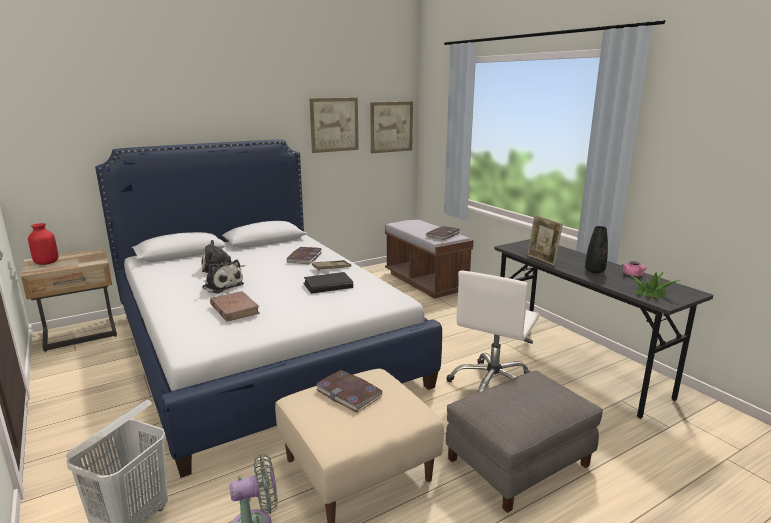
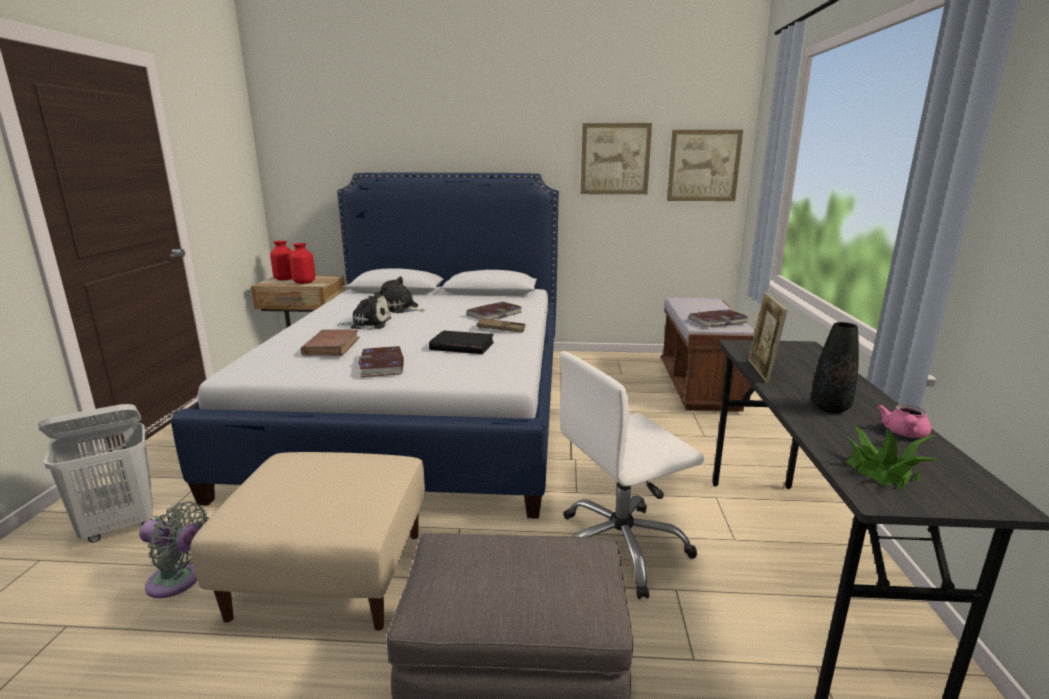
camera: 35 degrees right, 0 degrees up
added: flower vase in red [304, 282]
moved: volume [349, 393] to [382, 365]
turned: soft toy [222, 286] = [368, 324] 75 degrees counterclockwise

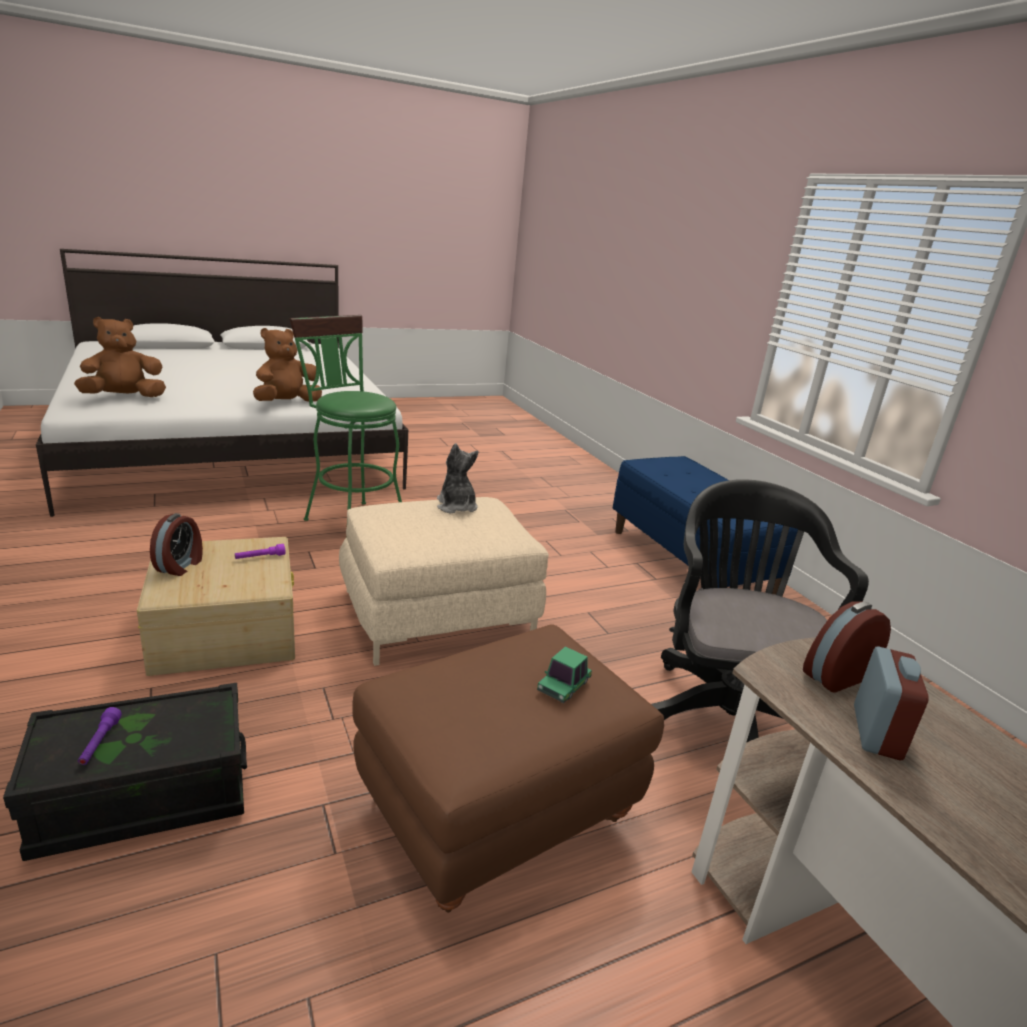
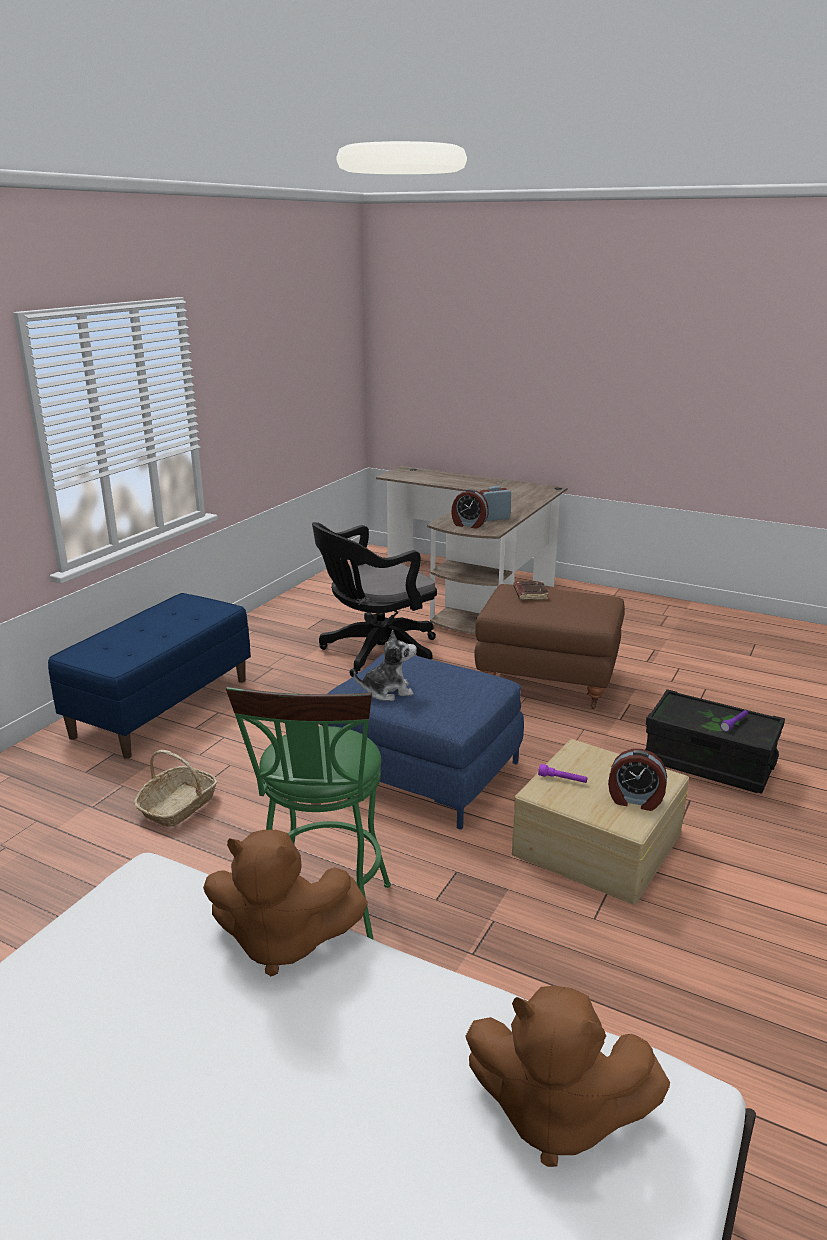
camera: 125 degrees left, 0 degrees up
added: household basket [178, 806]
replaced: toy car [564, 686] to volume in brown-coloured [529, 593]
recoloured: footrest in beige [437, 614] to footrest in blue [423, 771]
turned: alarm clock [180, 566] = [635, 800] 135 degrees counterclockwise; soft toy [456, 506] = [387, 691] 135 degrees counterclockwise

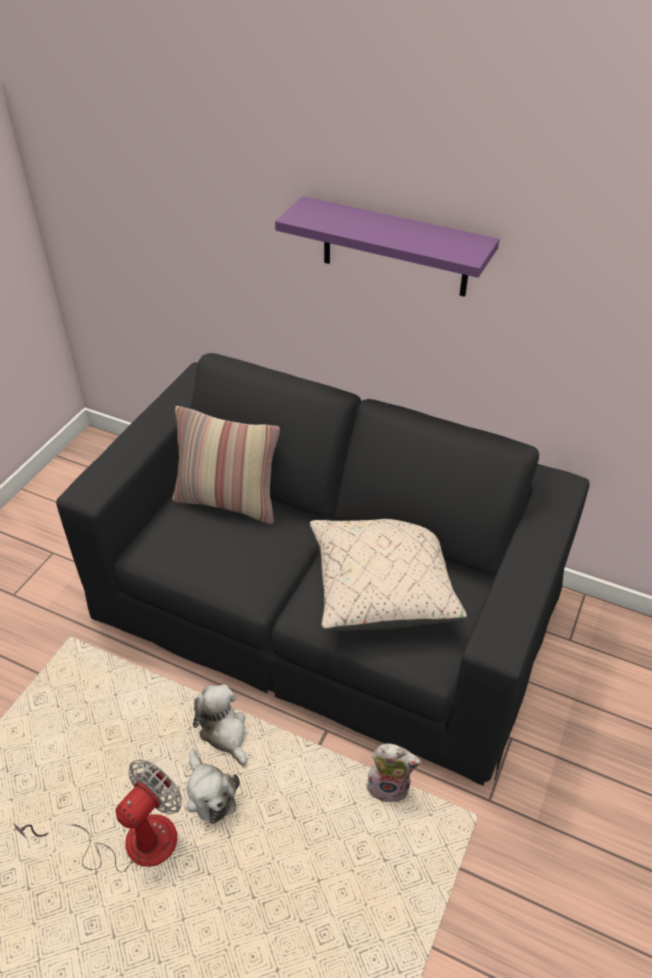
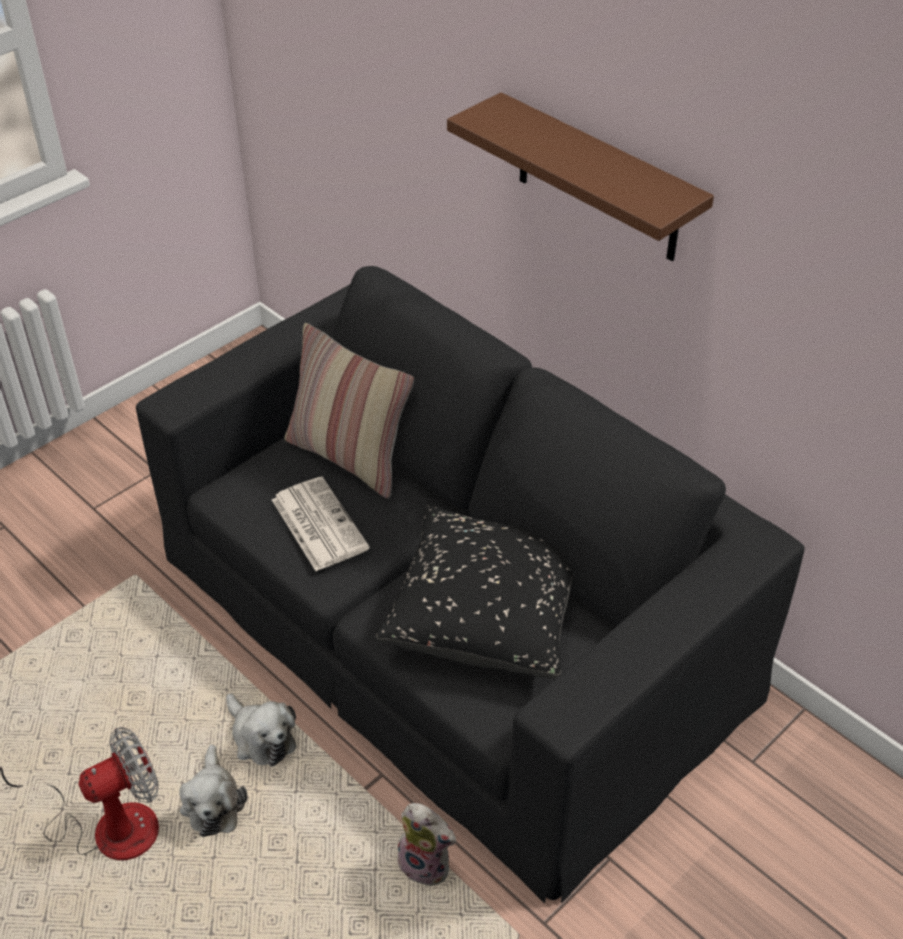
camera: 20 degrees right, 0 degrees up
added: printed paper [318, 523]
recoloured: shelf in purplish [395, 248] to shelf in brown-coloured [598, 180]; cushion in beige [383, 586] to cushion in black [487, 611]
turned: soft toy [224, 732] = [261, 738] 150 degrees clockwise

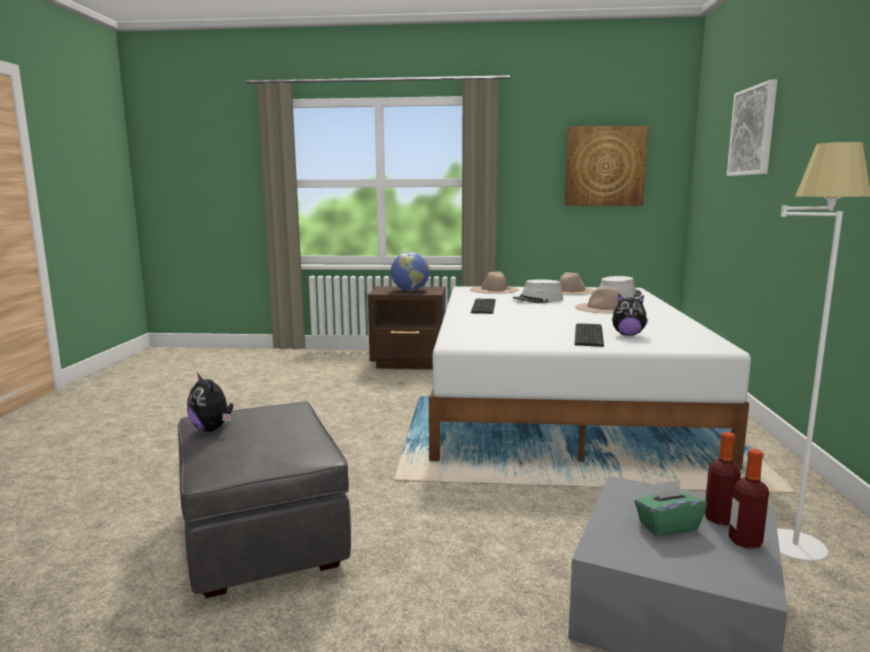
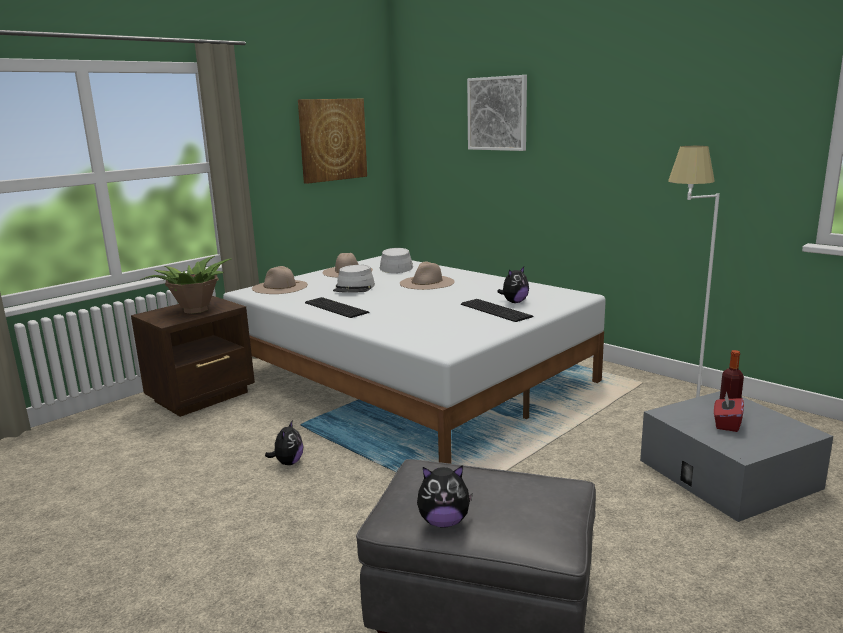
camera: 50 degrees left, 5 degrees up
removed: drink bottle [745, 541]
added: soft toy [288, 463]
replaced: desk globe [410, 290] to potted plant [194, 310]
recoloured: box of tissues in greenish [667, 526] to box of tissues in red [726, 424]

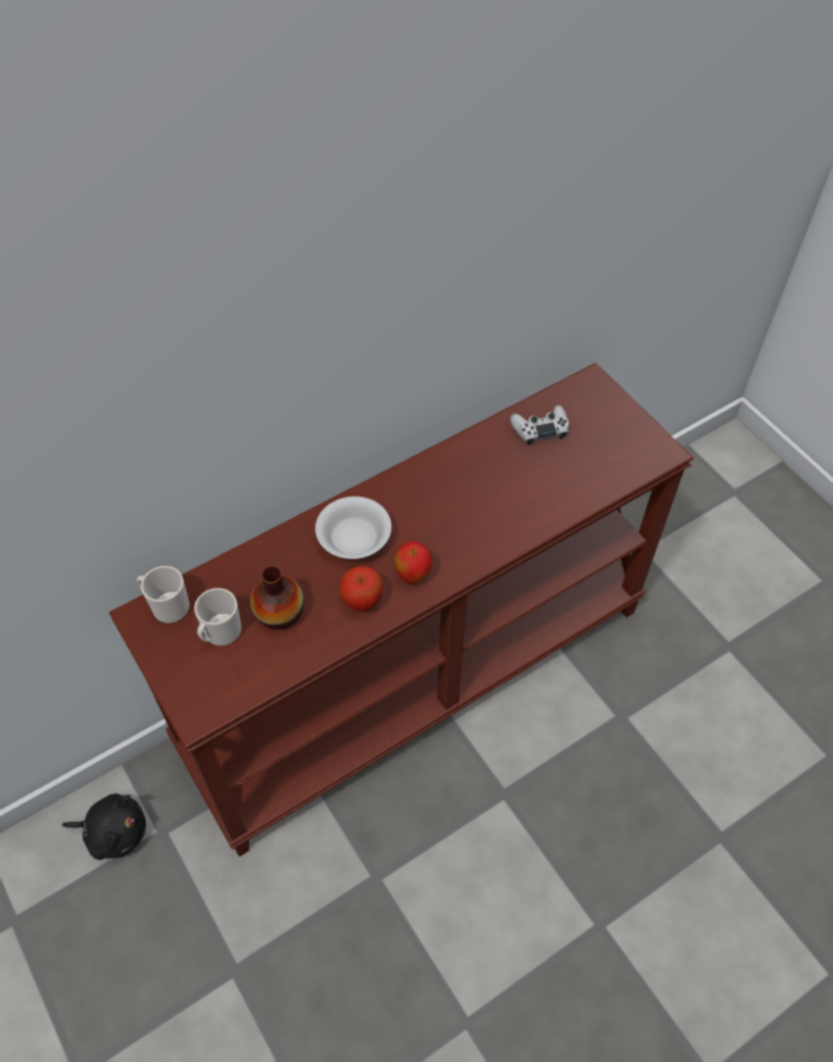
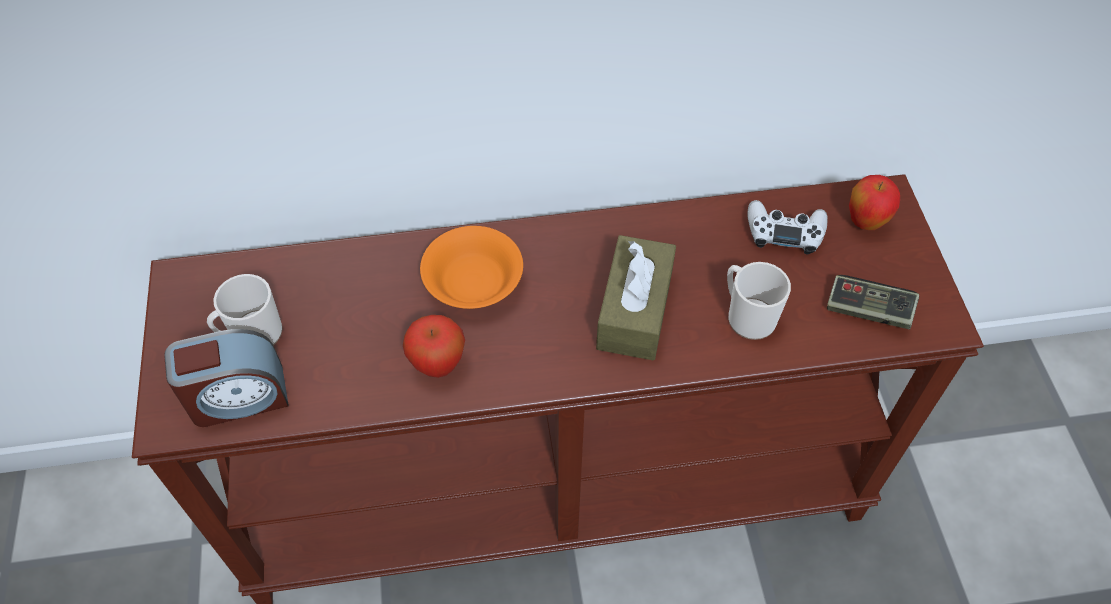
camera: 25 degrees right, 0 degrees up
removed: soft toy in black [114, 832]; flower vase [279, 612]
added: alarm clock [238, 397]; box of tissues in brown-coloured [634, 310]; game controller [868, 310]
moved: mug [167, 606] to [747, 316]; whole apple [413, 576] to [865, 222]
recoloured: deep dish in whitish [353, 539] to deep dish in orange [472, 282]

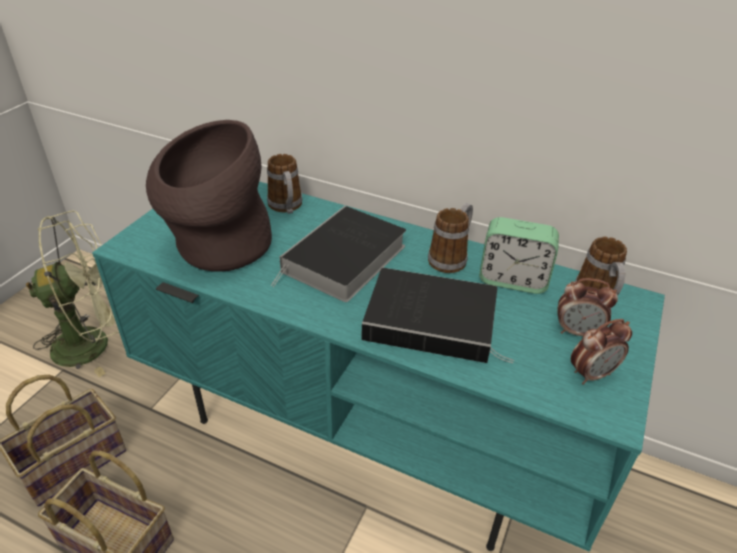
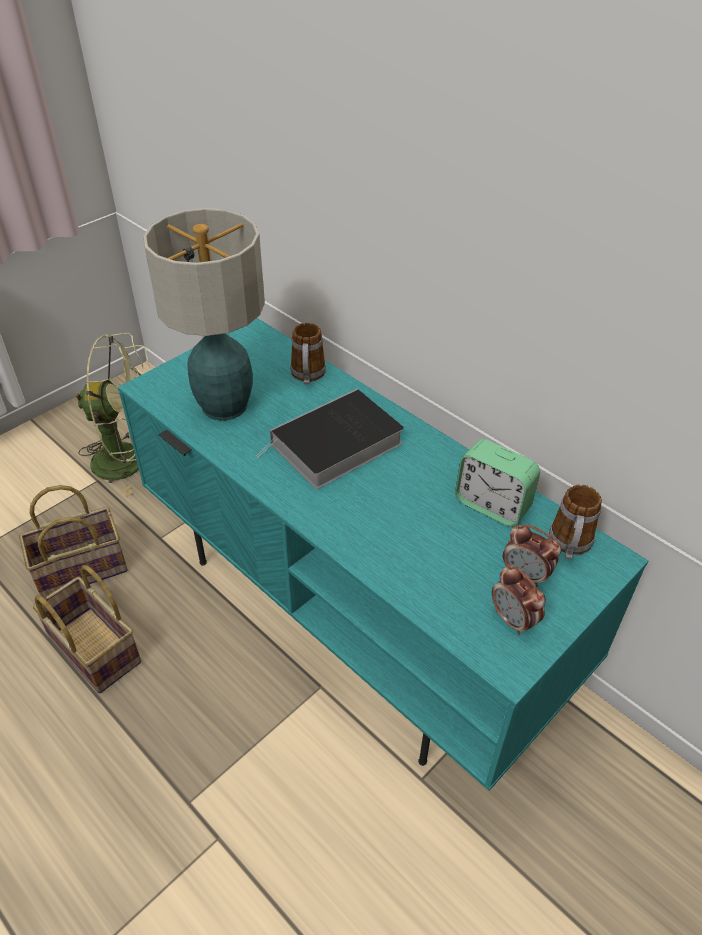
camera: 20 degrees right, 5 degrees up
removed: volume [434, 321]; mug [451, 257]
replaced: flower vase in brown-coloured [216, 248] to lamp for a table [224, 406]
turned: alarm clock [592, 374] = [513, 620] 60 degrees clockwise

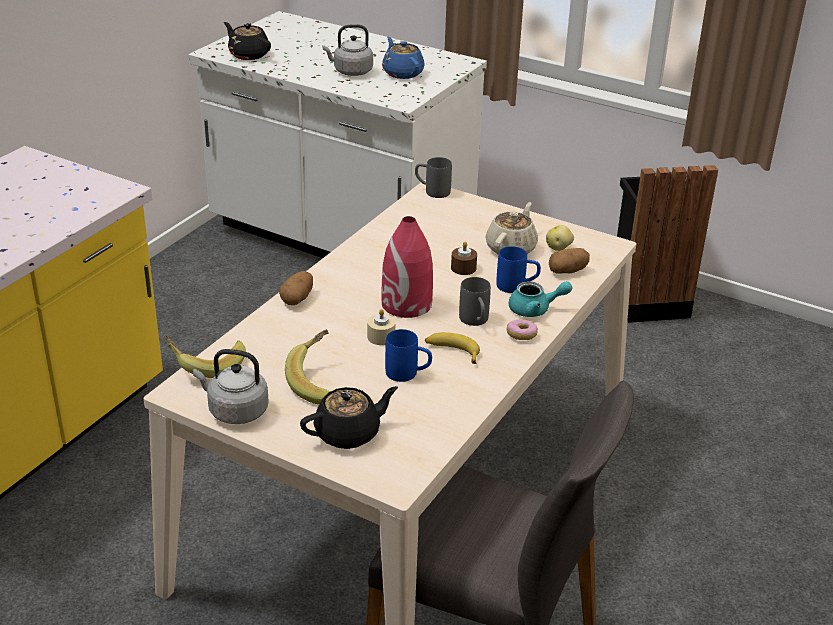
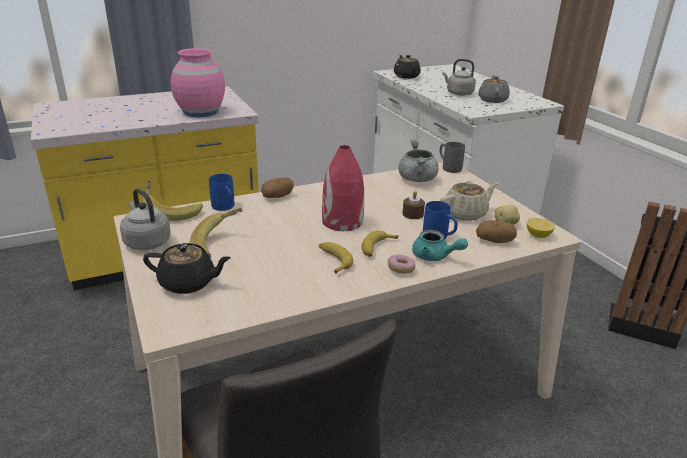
camera: 35 degrees right, 5 degrees down
removed: wax candle in beige [381, 337]
added: flower vase in pink-coloured [200, 112]; stockpot in gray [417, 180]; lemon [538, 235]
moved: mug in blue [408, 374] to [225, 208]
replaced: mug in gray [475, 322] to banana [377, 248]
recoloured: pot for tea in blue [402, 73] to pot for tea in gray [492, 100]

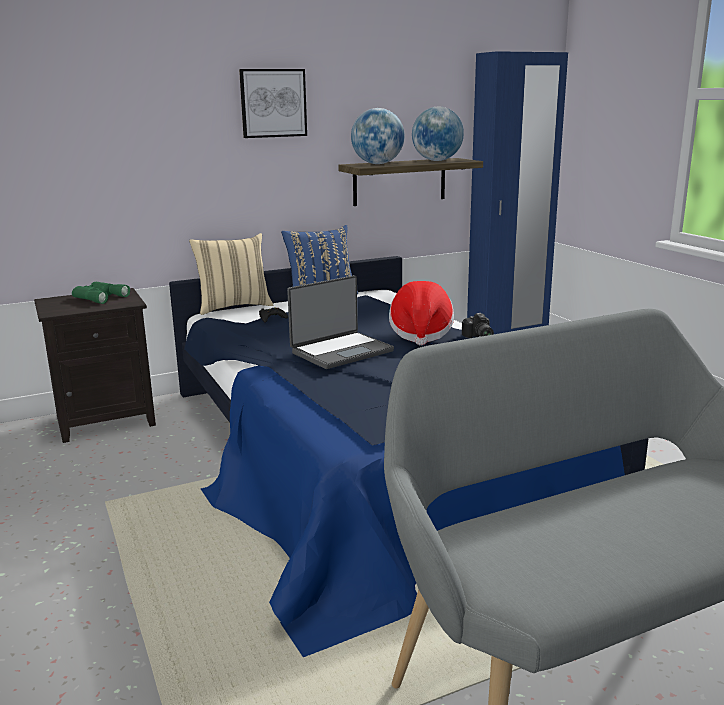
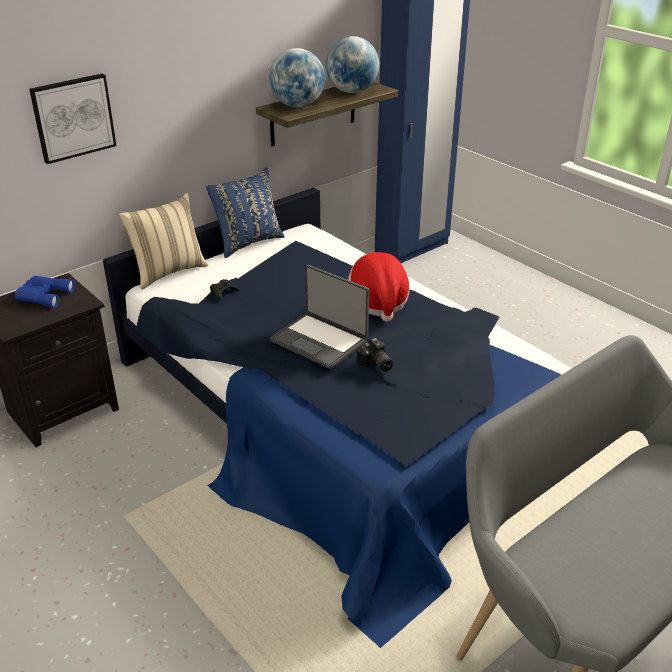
camera: 15 degrees left, 15 degrees up
moved: wall art [273, 103] to [73, 117]; still camera [478, 337] to [375, 364]
recoloured: binoculars in greenish [99, 297] to binoculars in blue [43, 295]
turned: portable computer [341, 351] = [320, 341] 90 degrees clockwise

